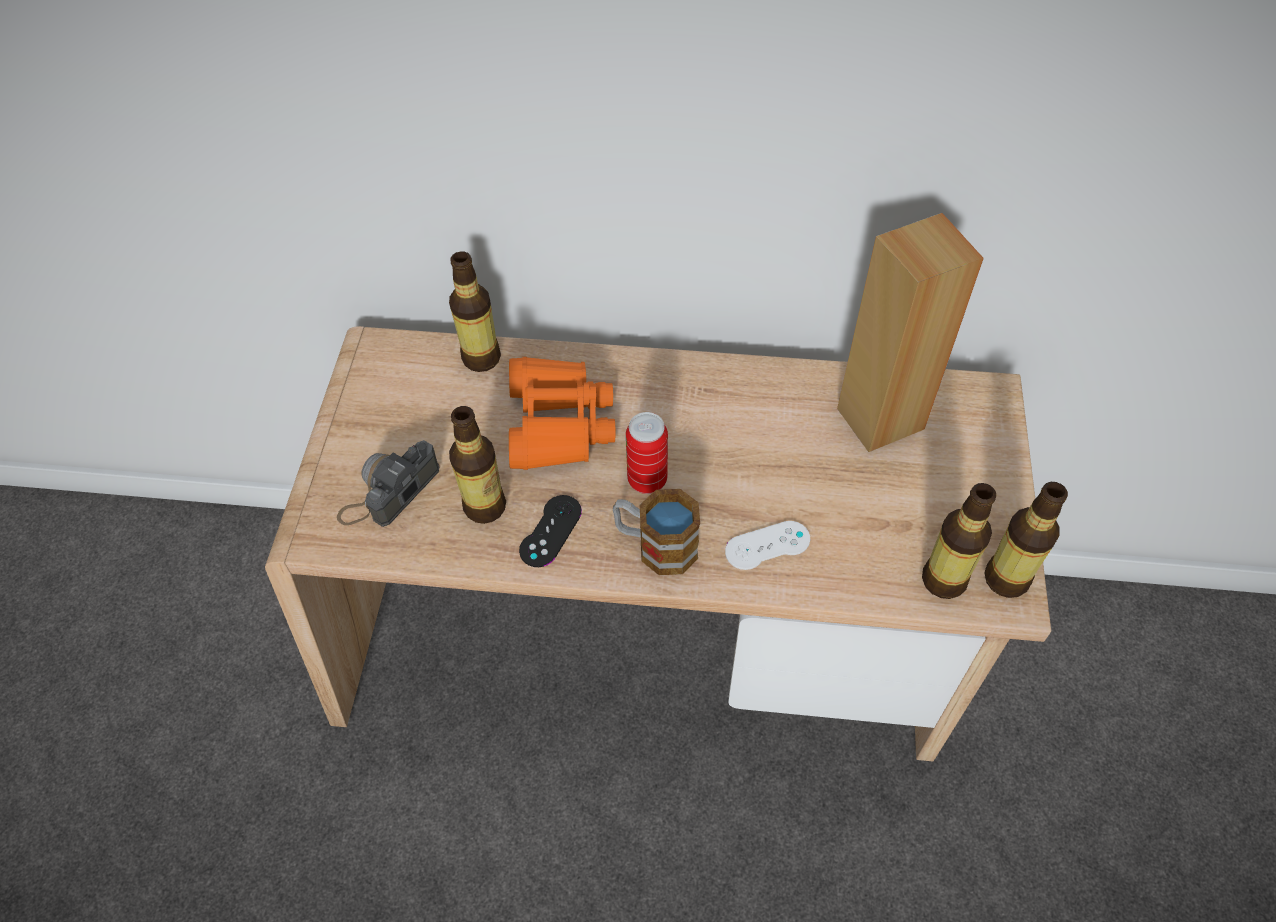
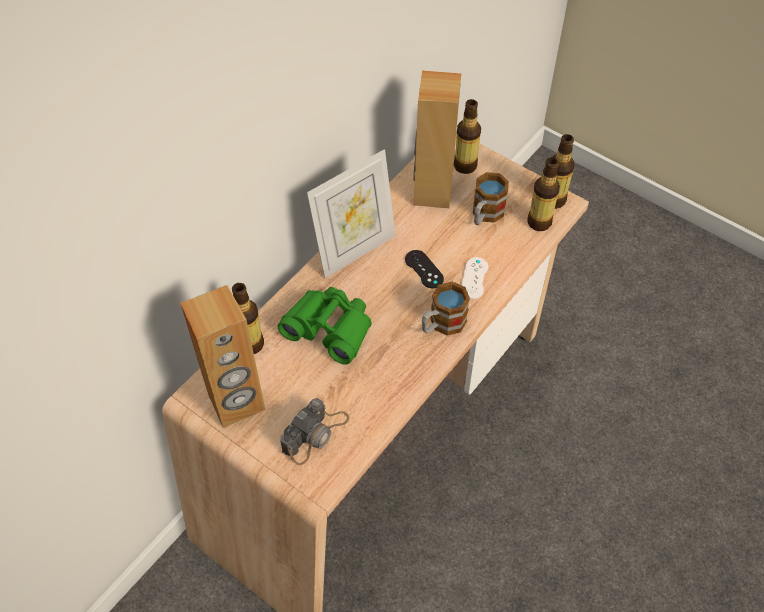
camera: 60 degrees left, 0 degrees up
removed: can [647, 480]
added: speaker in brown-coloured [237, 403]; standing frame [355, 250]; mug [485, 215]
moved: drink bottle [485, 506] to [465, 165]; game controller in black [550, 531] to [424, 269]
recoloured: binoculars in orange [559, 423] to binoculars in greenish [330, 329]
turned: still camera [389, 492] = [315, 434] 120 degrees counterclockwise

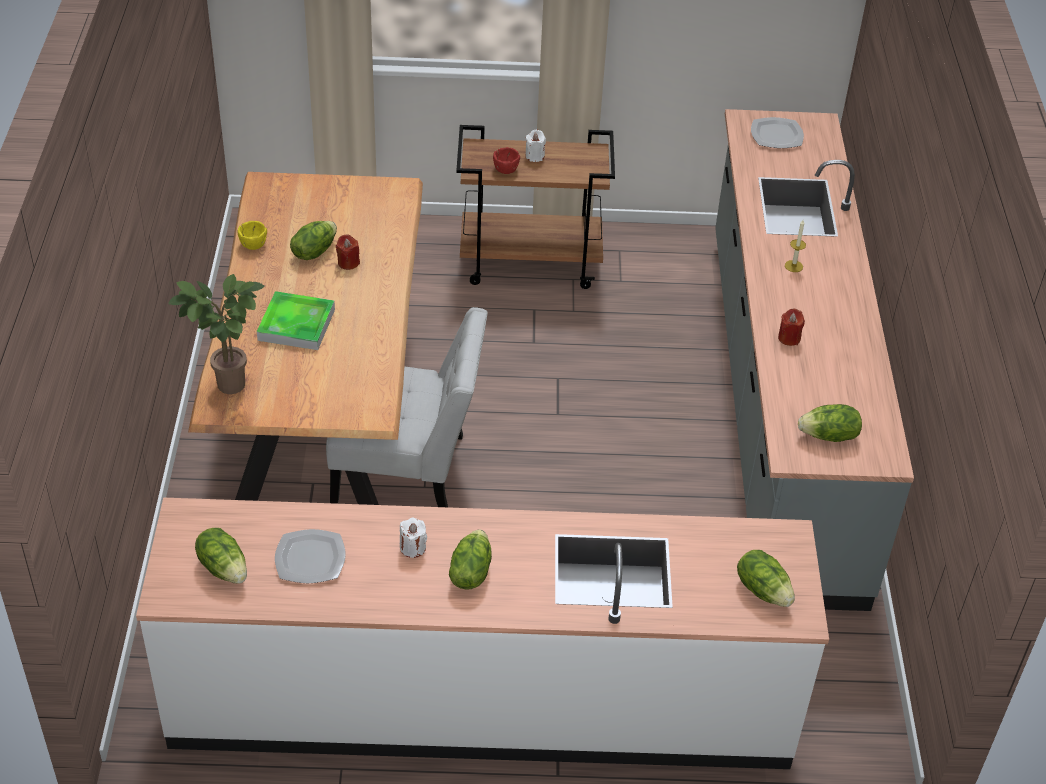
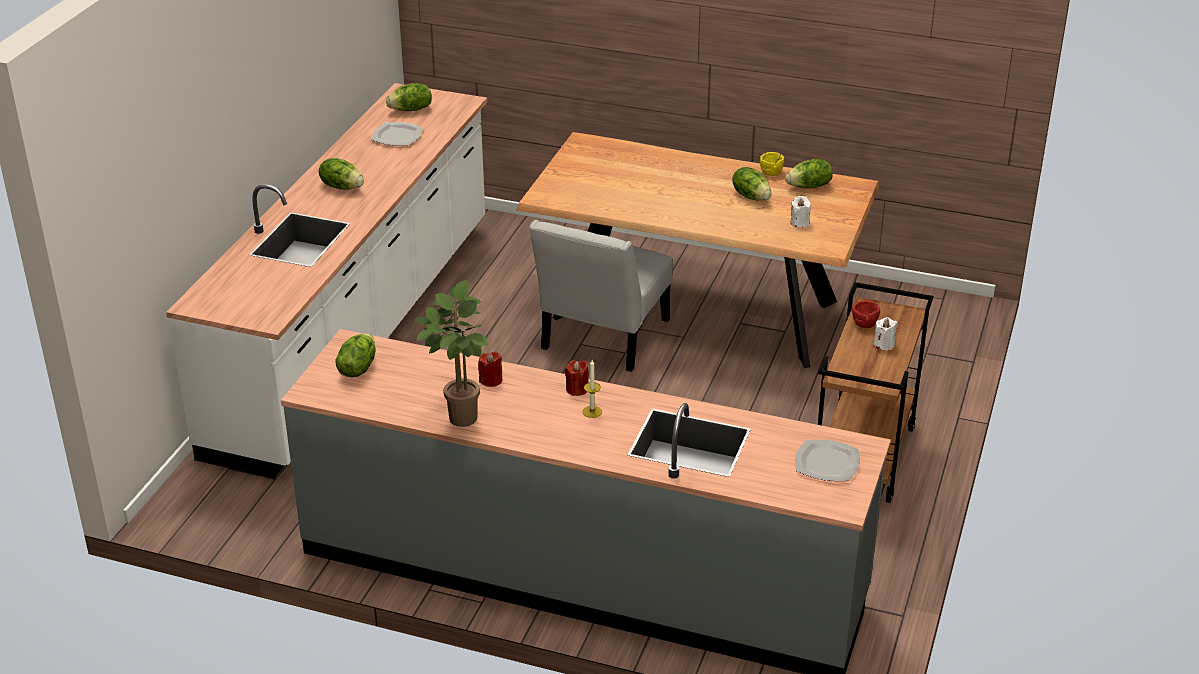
camera: 110 degrees right, 10 degrees down
removed: tray [296, 325]
moved: potted plant [228, 388] to [459, 416]; wax candle in red [348, 263] to [577, 389]; wax candle in whitish [413, 548] to [799, 222]; head of lettuce [763, 590] to [809, 186]

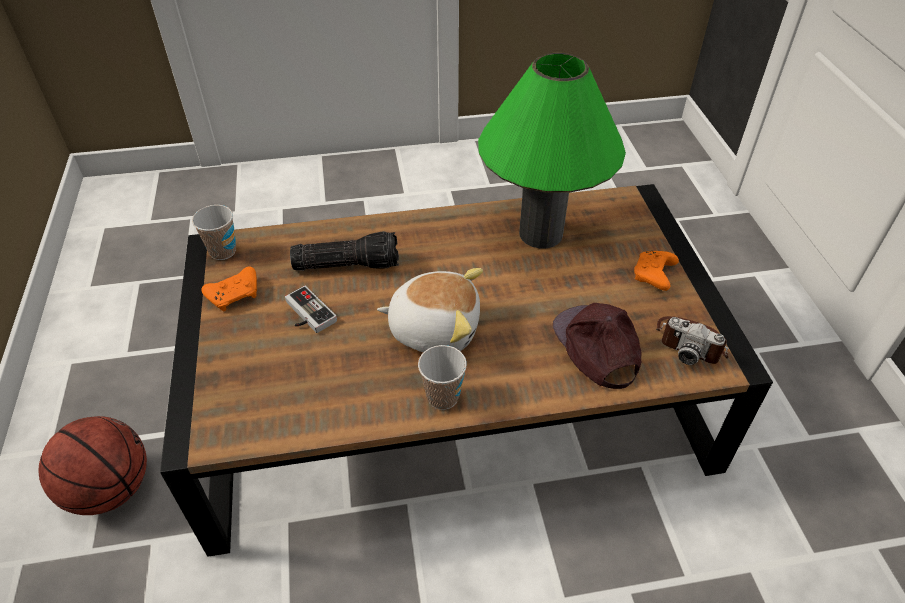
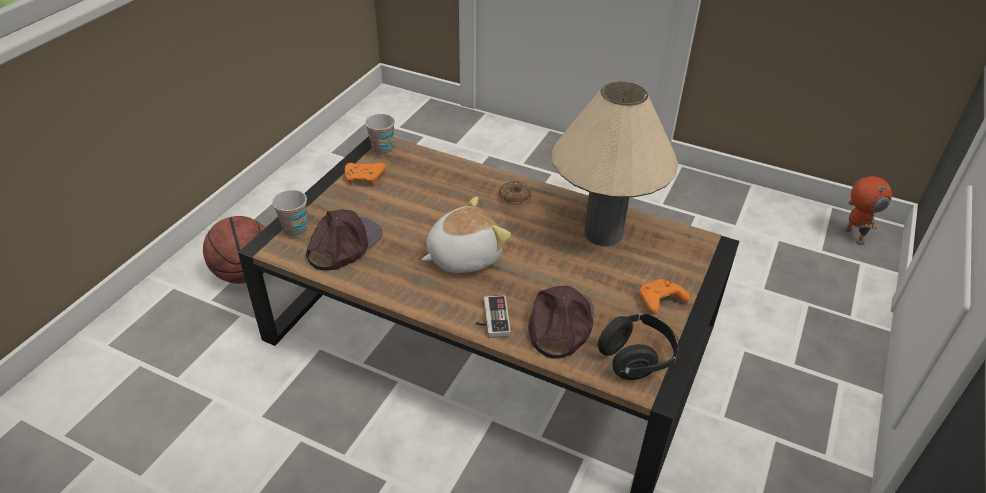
camera: 35 degrees right, 5 degrees down
removed: hand torch [348, 264]
added: peaked cap in brown-coloured [343, 244]; donut [514, 197]; model robot [852, 236]
moved: game controller [306, 314] to [491, 319]; cup [442, 397] to [295, 230]
replaced: still camera [690, 342] to pair of headphones in black [636, 358]
recoloured: lamp for a table in greenish [541, 233] to lamp for a table in beige [603, 233]
turned: soft toy [434, 328] = [463, 256] 75 degrees counterclockwise

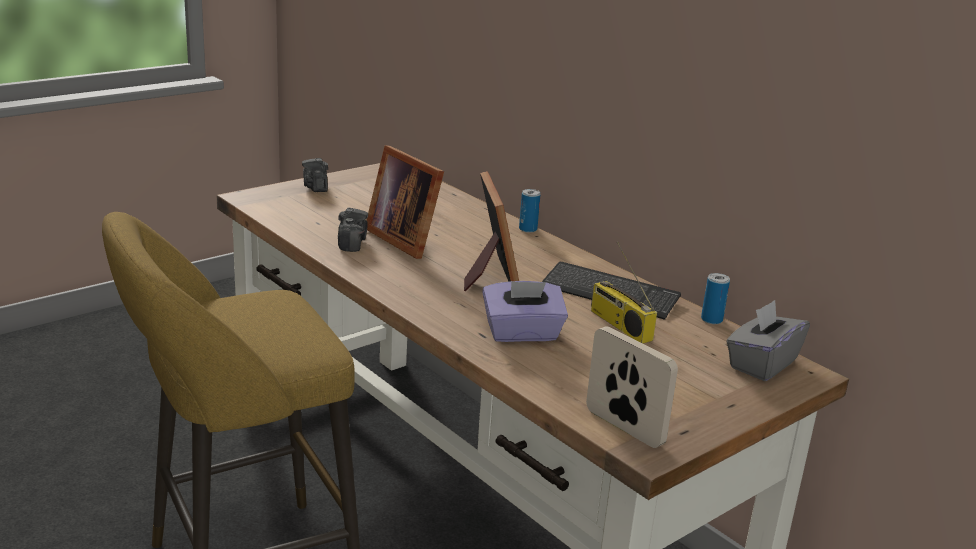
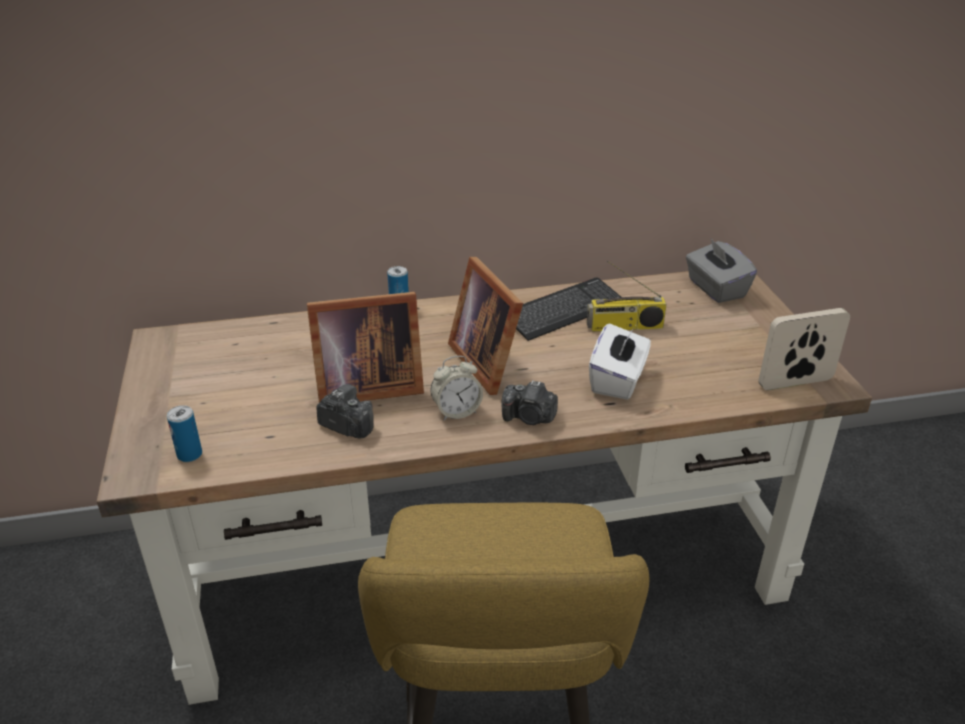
camera: 60 degrees left, 10 degrees up
added: alarm clock [456, 412]
moved: still camera [316, 187] to [529, 418]; can [711, 319] to [189, 454]
recoloured: box of tissues in purplish [522, 333] to box of tissues in whitish [618, 380]
turned: standing frame [489, 275] = [488, 361] 135 degrees counterclockwise

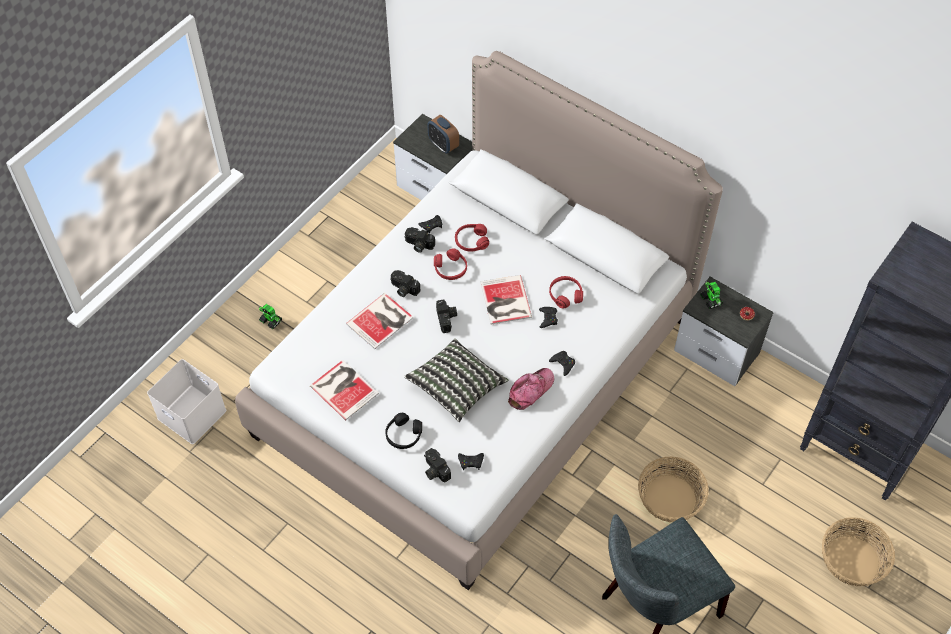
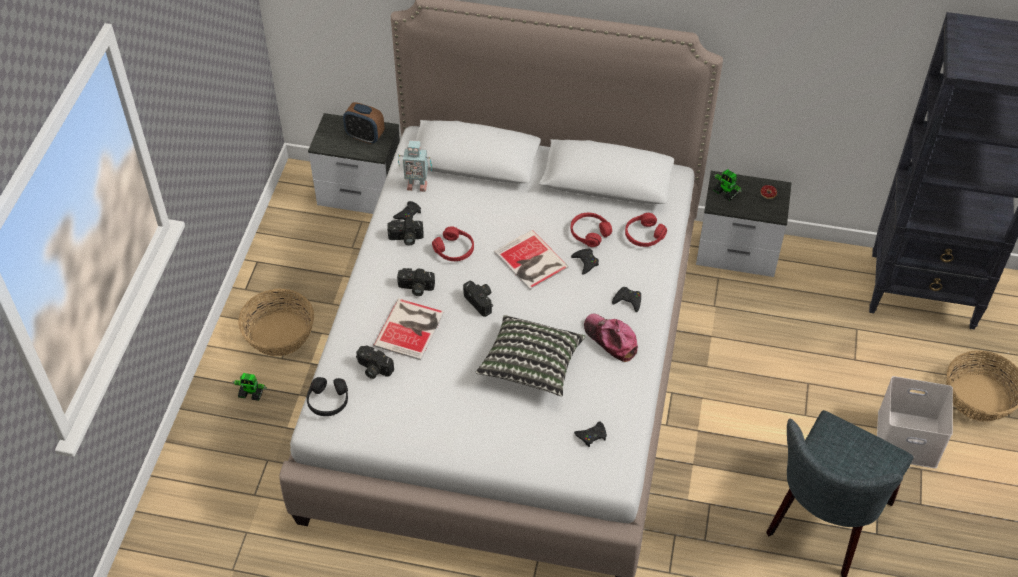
camera: 25 degrees left, 5 degrees down
removed: volume [344, 388]
added: model robot [416, 185]
moved: storage box in whitish [193, 414] to [908, 437]; pair of headphones in black [403, 435] to [328, 401]; still camera [434, 470] to [373, 369]; pair of headphones in red [471, 241] to [644, 235]; household basket [670, 499] to [280, 334]
turned: peaked cap [530, 390] = [610, 339] 60 degrees counterclockwise

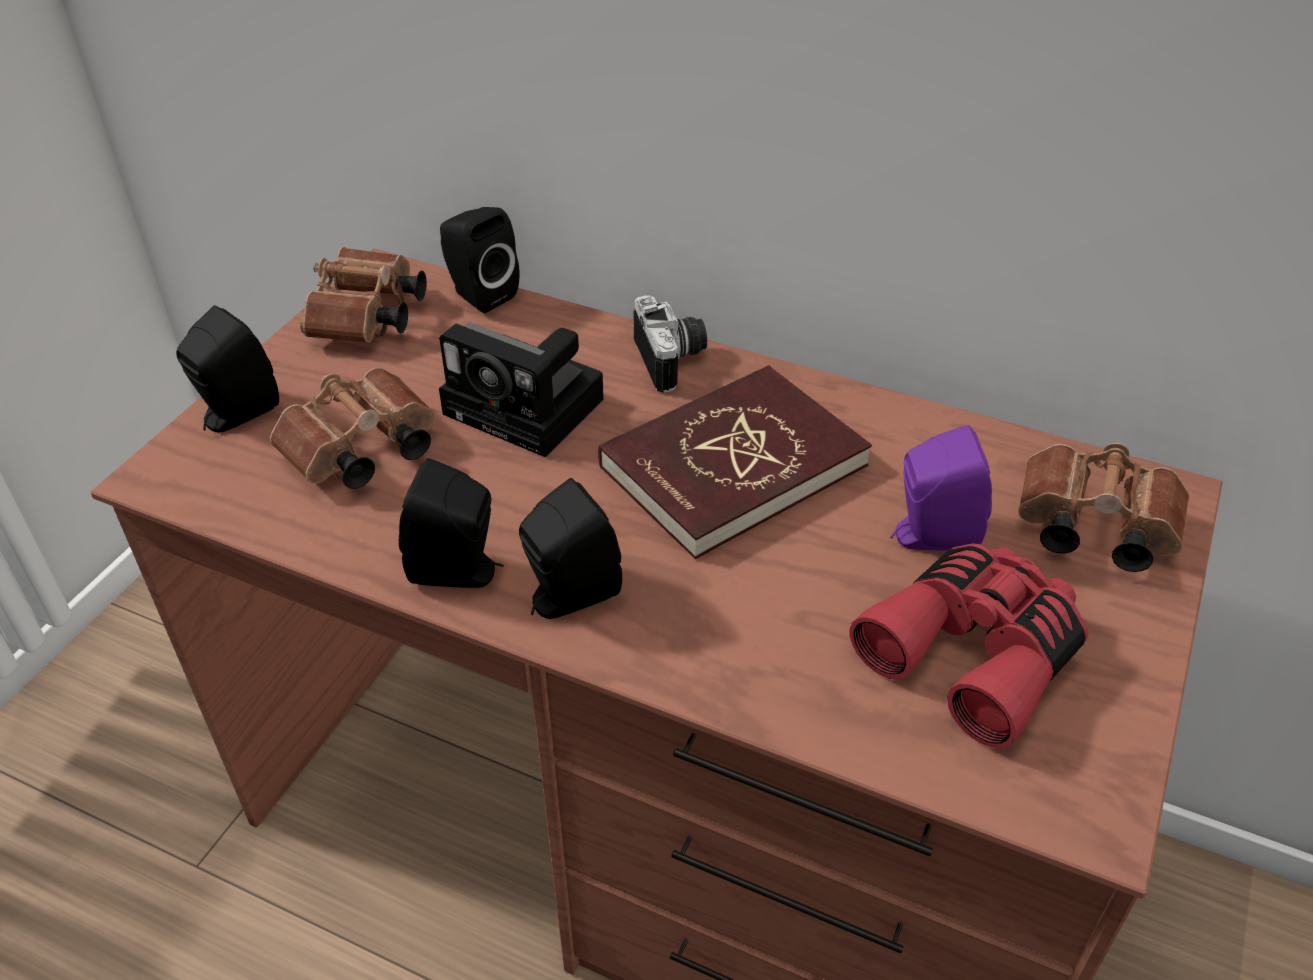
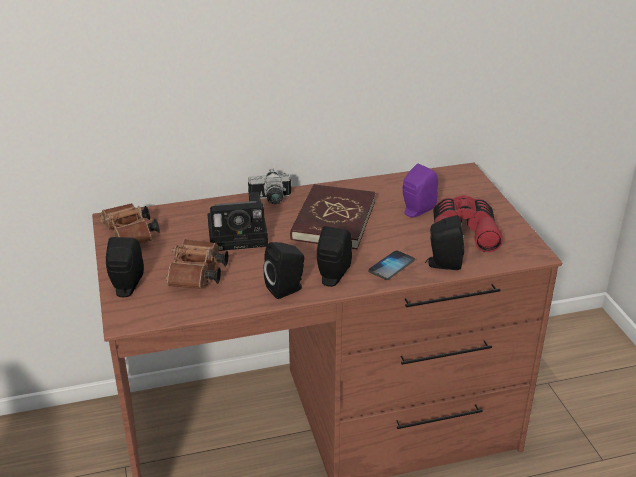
camera: 40 degrees left, 10 degrees down
removed: binoculars in brown-coloured [1089, 528]
added: telephone [391, 266]
moved: speaker in black [479, 294] to [442, 264]
turned: still camera [673, 360] = [271, 200] 135 degrees clockwise

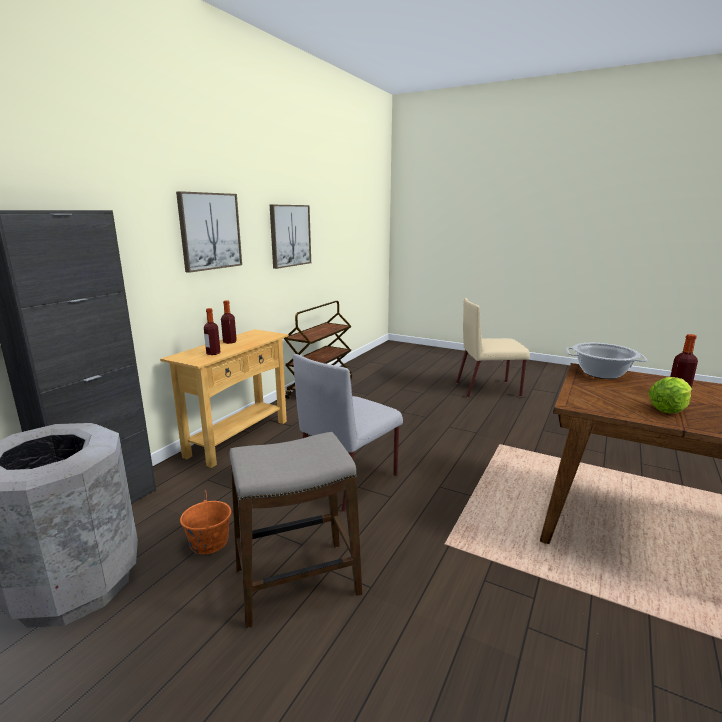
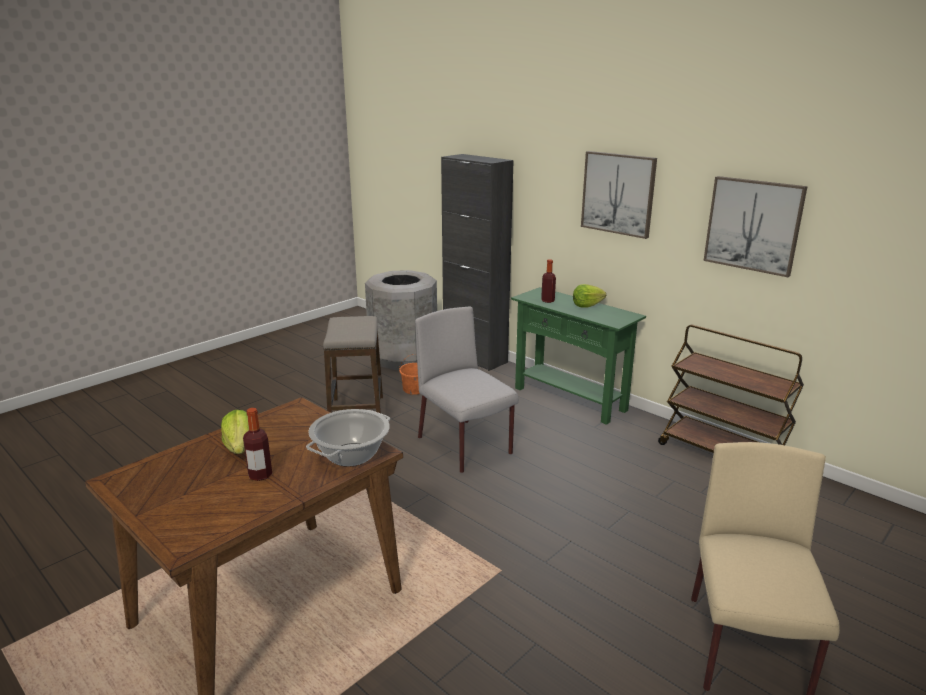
camera: 105 degrees right, 5 degrees up
replaced: drink bottle [229, 342] to head of lettuce [587, 305]
recoloured: console table in beige [238, 438] to console table in greenish [569, 399]

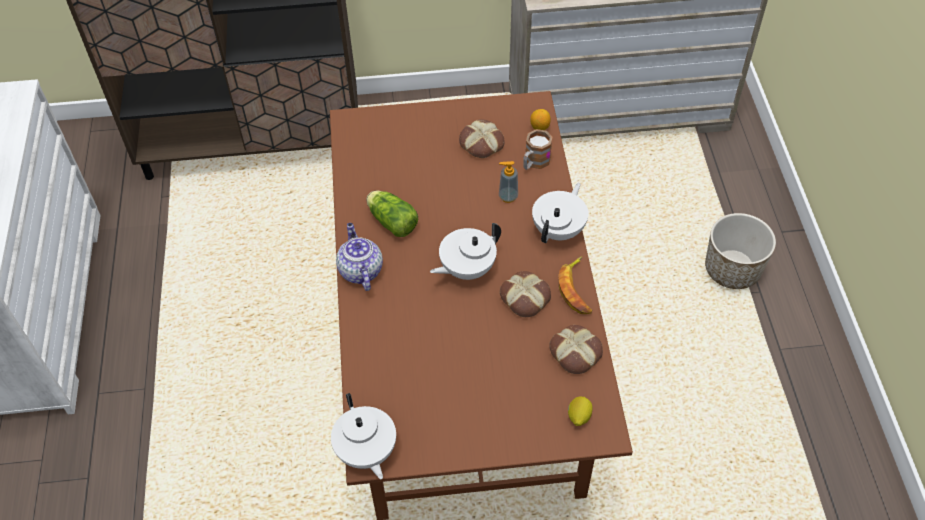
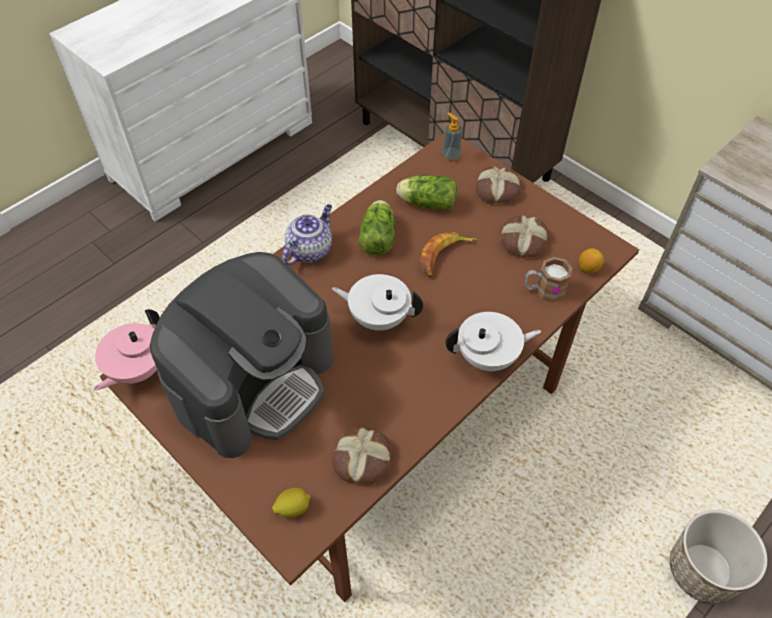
camera: 50 degrees right, 0 degrees up
added: coffee machine [254, 381]; head of lettuce [425, 203]
moved: soap bottle [508, 196] to [451, 156]; baked bread [526, 297] to [498, 190]; banana [576, 289] to [444, 257]
recoloured: pot for tea in whitish [366, 452] to pot for tea in pink-coloured [137, 369]

